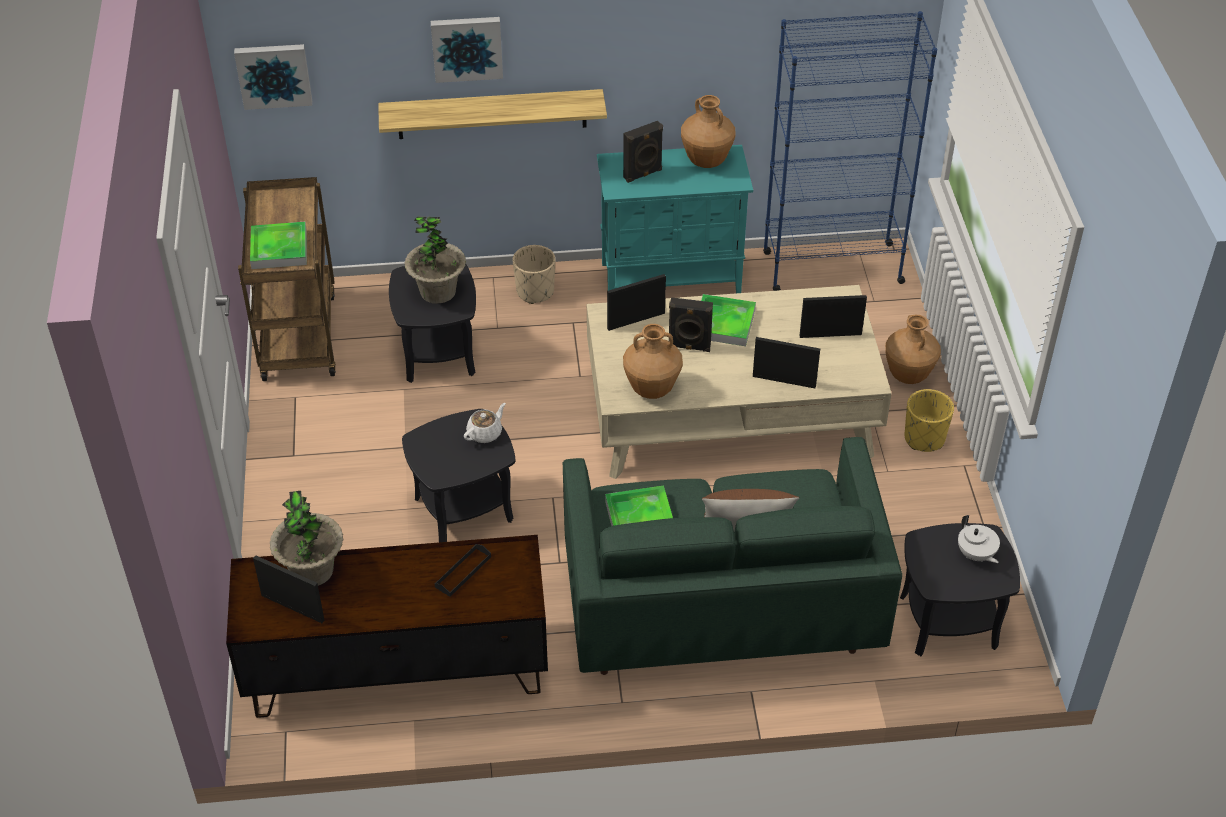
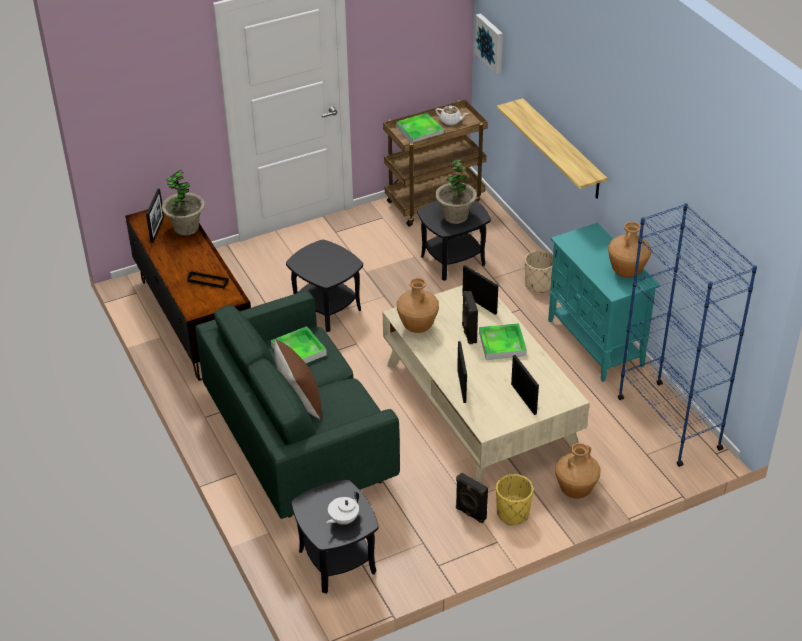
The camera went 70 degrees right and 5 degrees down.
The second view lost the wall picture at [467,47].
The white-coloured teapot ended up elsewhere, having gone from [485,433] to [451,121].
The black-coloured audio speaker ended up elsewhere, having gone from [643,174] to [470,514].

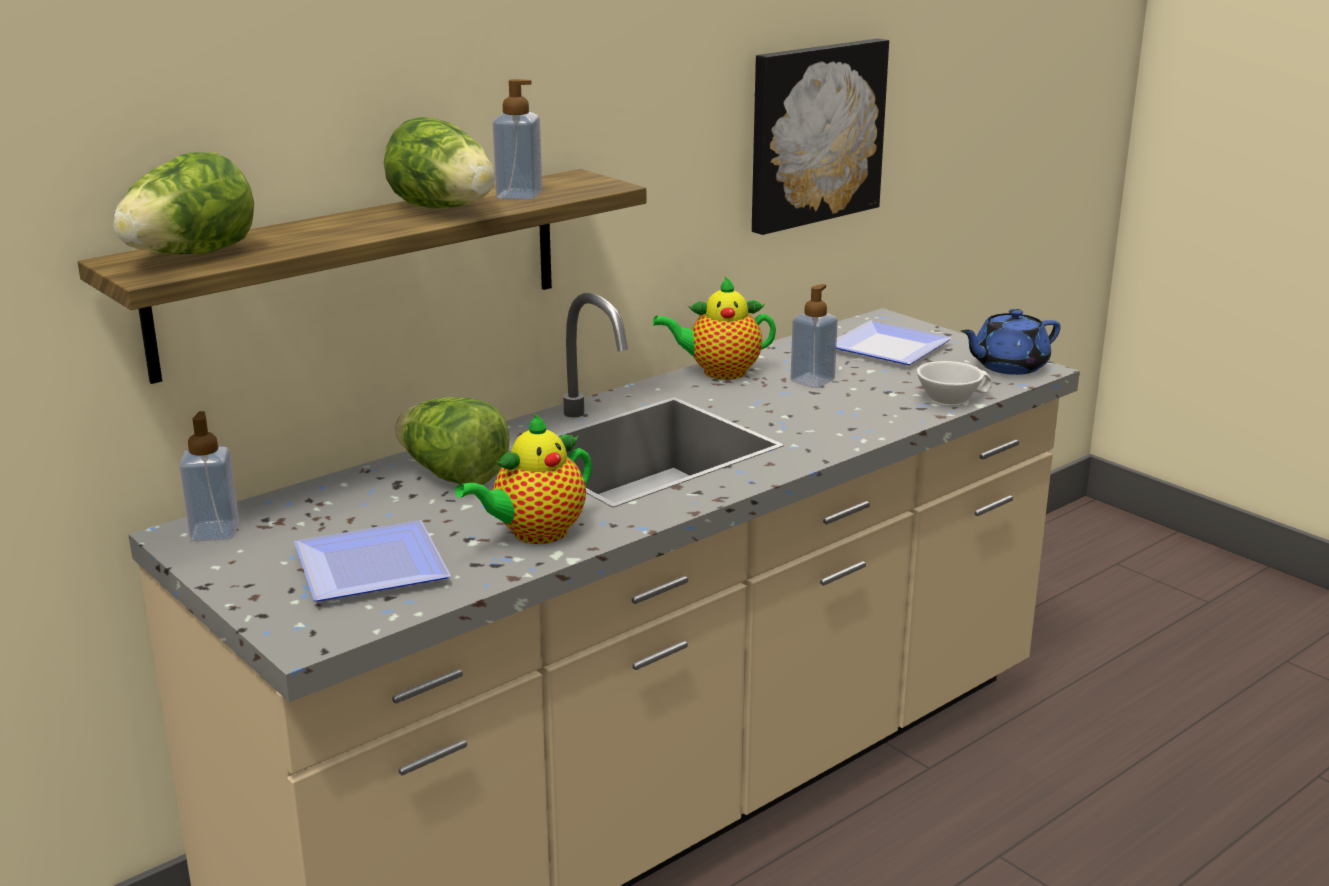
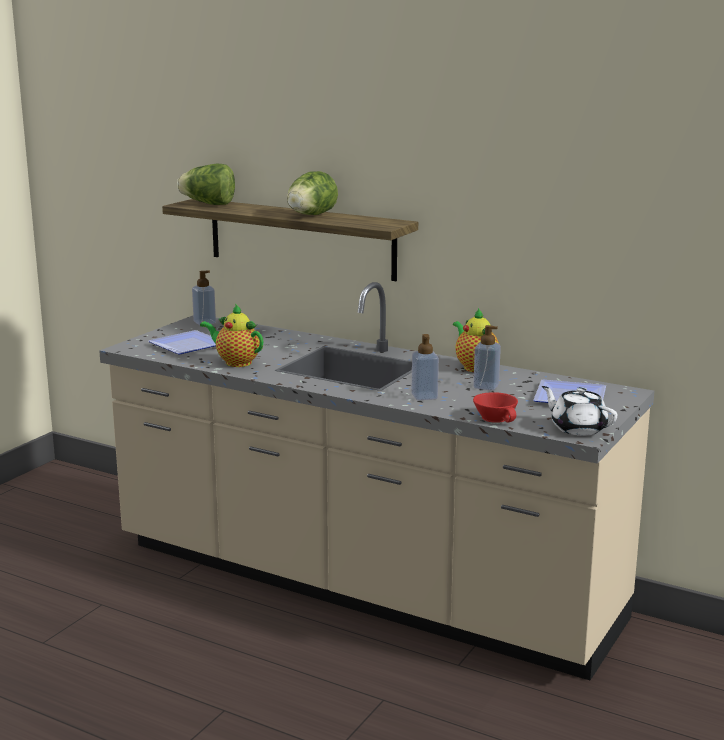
The camera went 70 degrees right and 5 degrees down.
The second view lost the lettuce at [453,476].
The second view lost the wall picture at [813,133].
The soap bottle ended up elsewhere, having gone from [519,195] to [424,396].
What was the white-coloured small cup at [949,398] turned into the red-coloured small cup at [497,418].
What was the blue teapot at [1008,366] turned into the white-coloured teapot at [577,428].

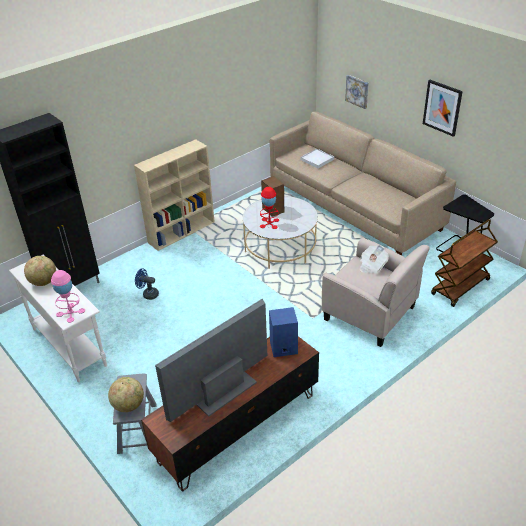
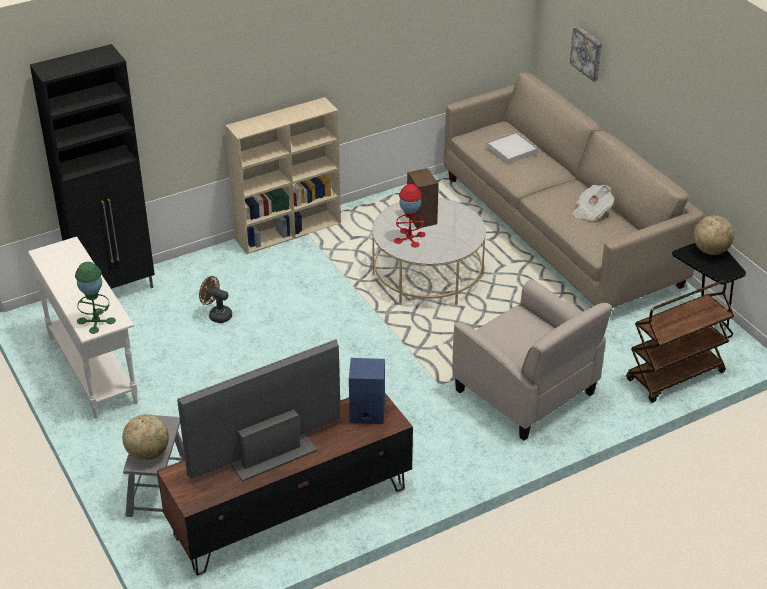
The camera went 10 degrees right and 0 degrees up.
The second view lost the wall picture at [442,107].
The desk globe ended up elsewhere, having gone from [44,282] to [710,250].
The printed paper ended up elsewhere, having gone from [372,266] to [591,211].
What was the pink tabletop lamp at [70,312] turned into the green tabletop lamp at [96,321].
What was the blue fan at [148,294] turned into the brownish fan at [217,315].

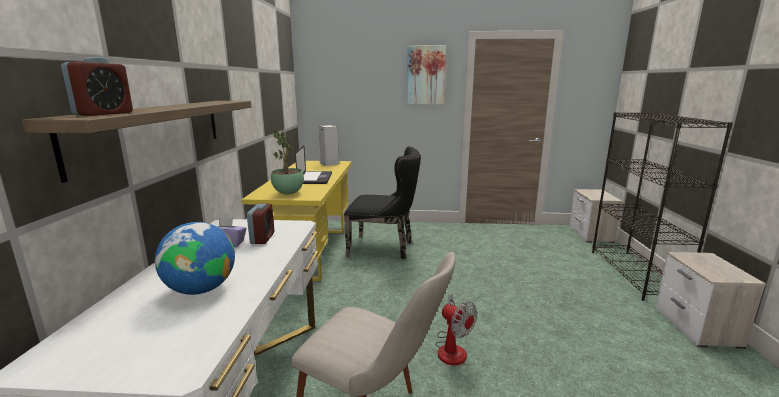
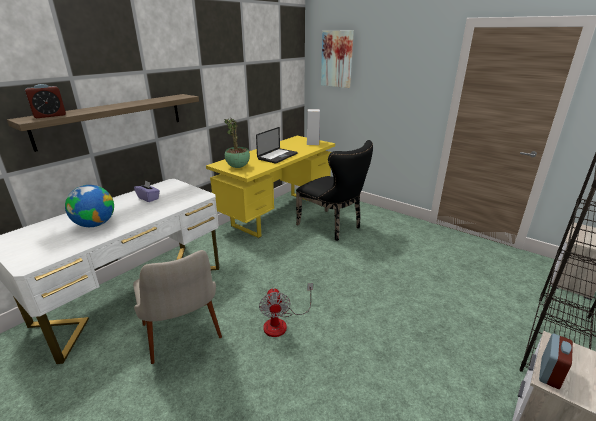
The camera went 35 degrees right and 10 degrees up.
The alarm clock ended up elsewhere, having gone from [262,238] to [549,373].
The wall picture ended up elsewhere, having gone from [426,75] to [337,59].

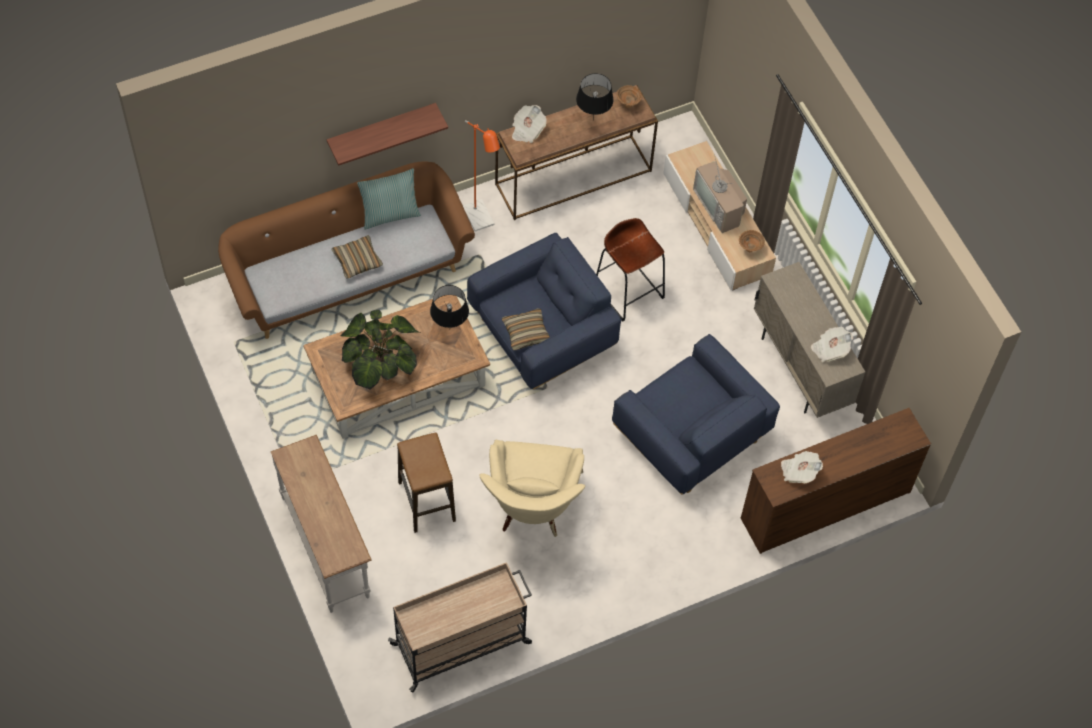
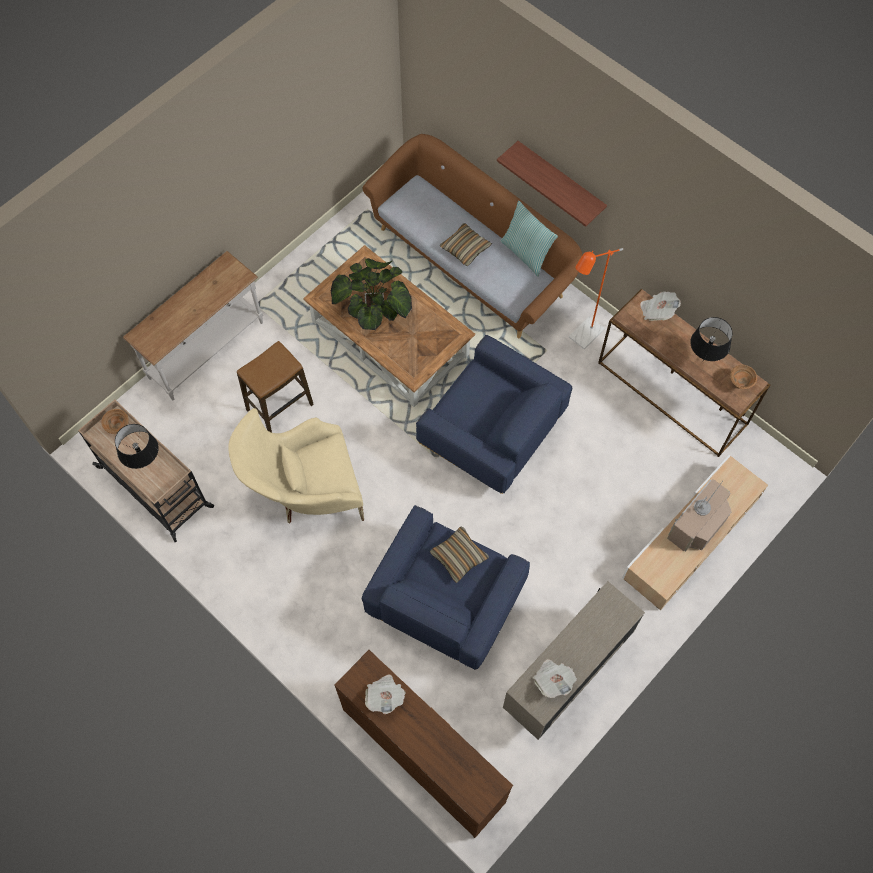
The camera went 70 degrees right and 5 degrees up.
The second view lost the brownish sitting stool at [629,291].
The black-coloured tabletop lamp ended up elsewhere, having gone from [450,329] to [146,464].
The throw pillow ended up elsewhere, having gone from [526,333] to [458,556].
The brownish serving bowl ended up elsewhere, having gone from [750,249] to [119,428].

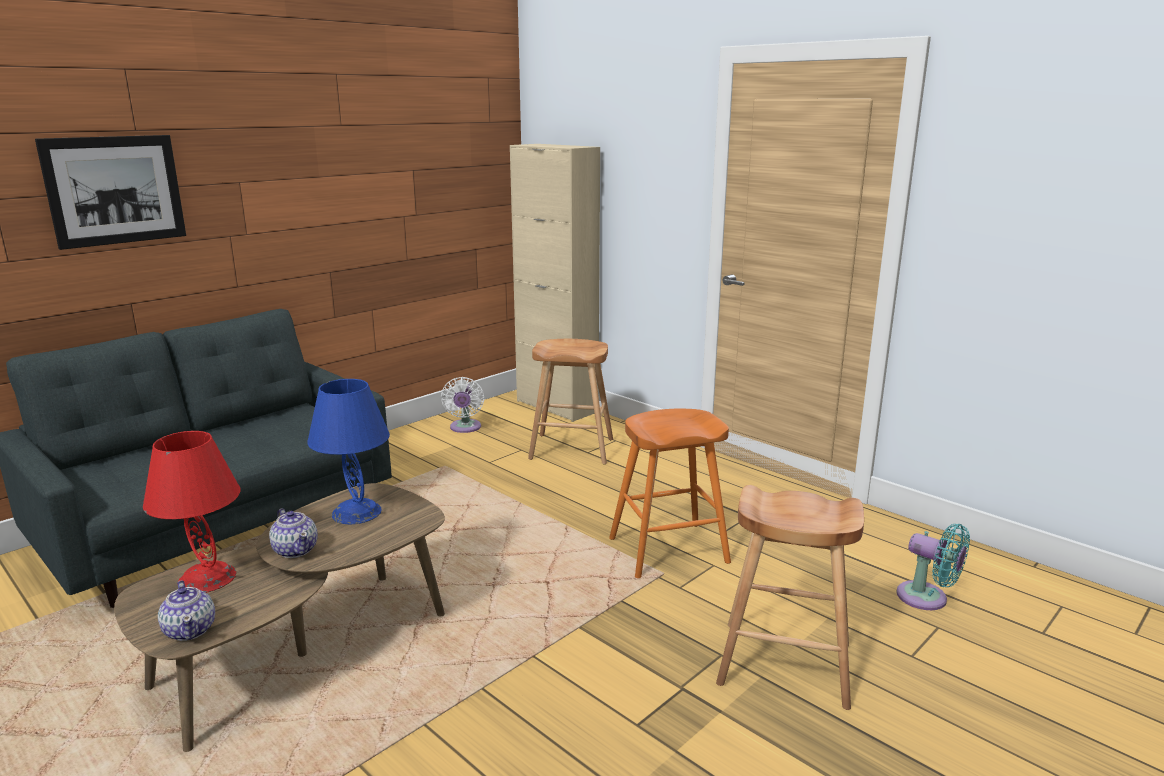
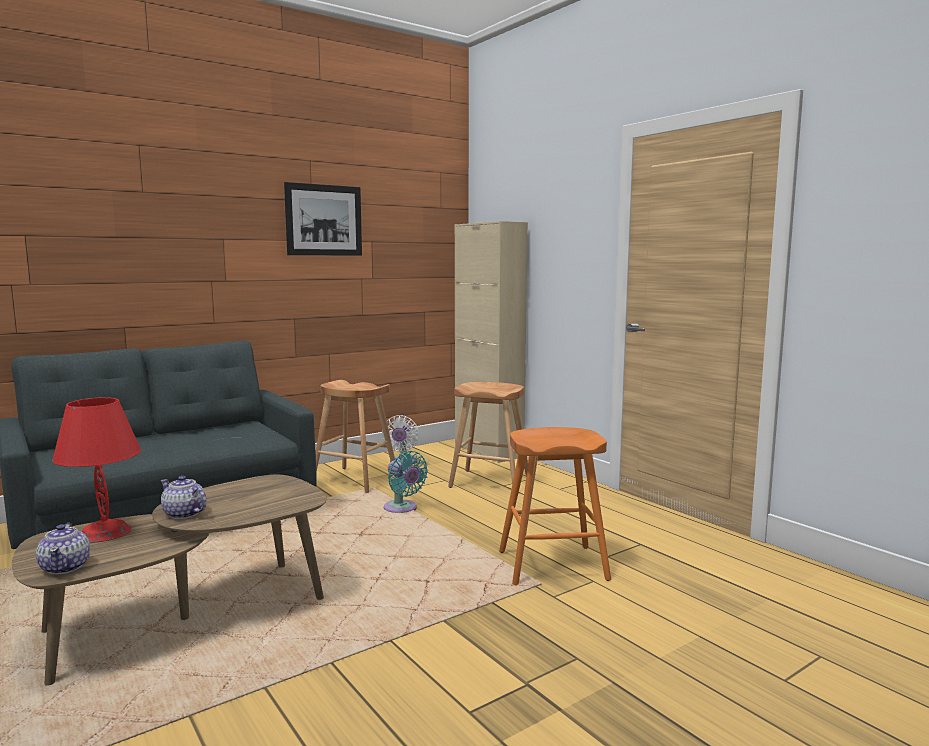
The camera went 10 degrees right and 10 degrees down.
The second view lost the blue tabletop lamp at [356,512].
The wall picture ended up elsewhere, having gone from [115,190] to [324,220].
The brownish sitting stool ended up elsewhere, having gone from [785,664] to [355,480].
The turquoise fan ended up elsewhere, having gone from [927,598] to [402,509].
The teapot at [296,550] ended up facing another way, 150 degrees clockwise from before.

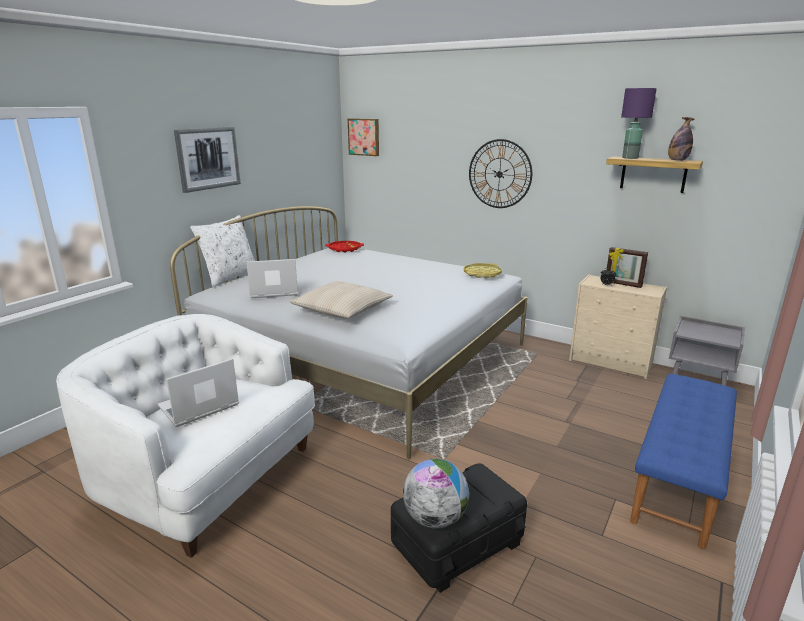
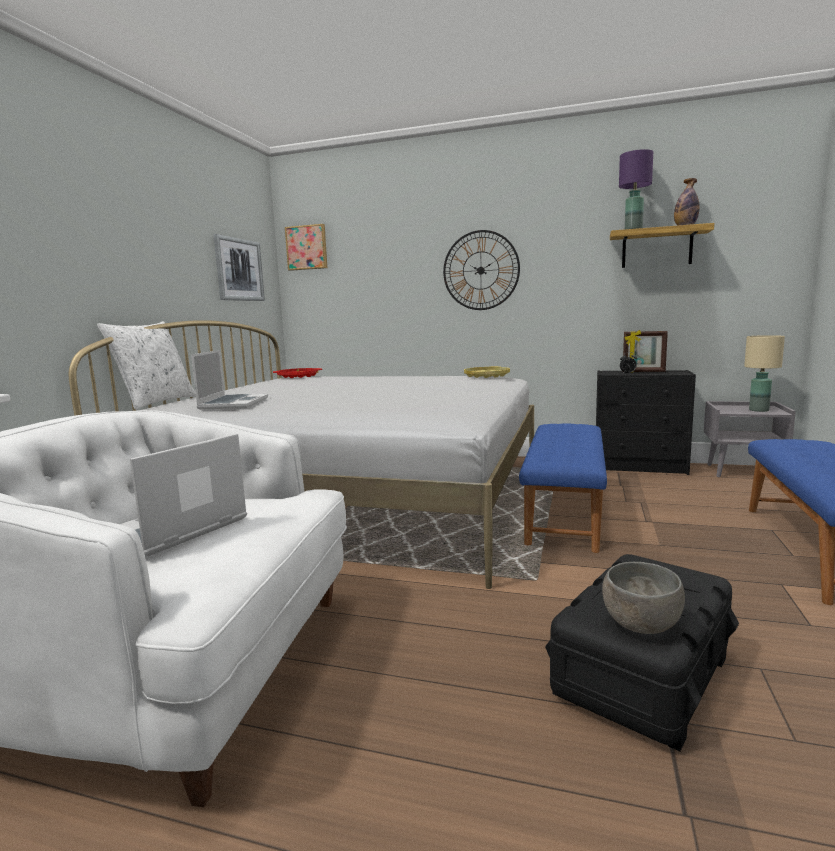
The camera went 15 degrees left and 10 degrees down.
The second view lost the sand-coloured throw pillow at [342,309].
The second view gained the blue long seat at [563,512].
The second view gained the sand-coloured tabletop lamp at [758,410].
The wall picture ended up elsewhere, having gone from [208,158] to [239,270].
Where the desk globe stood at [435,519], the grey serving bowl came to stand at [639,625].
What was the sand-coloured chest of drawers at [611,362] turned into the black-coloured chest of drawers at [640,467].
The laptop at [273,291] ended up facing another way, 120 degrees clockwise from before.

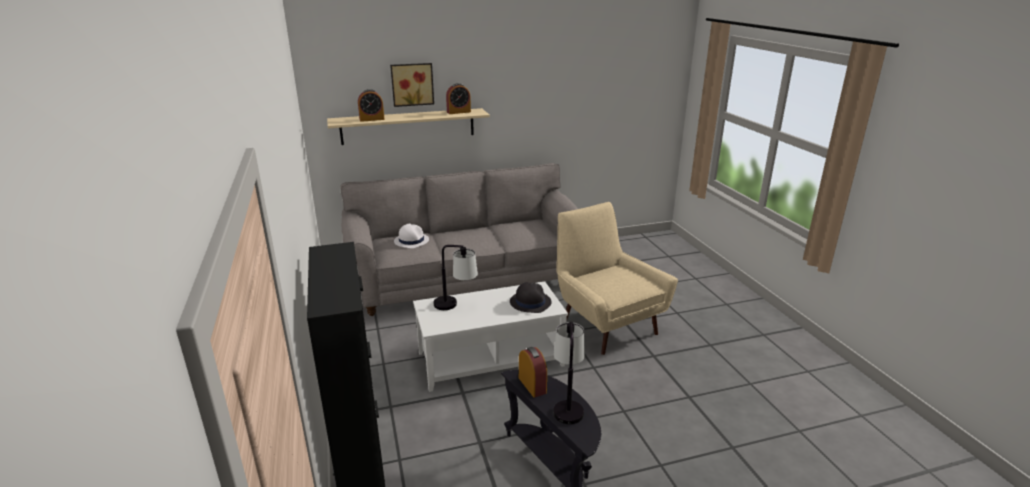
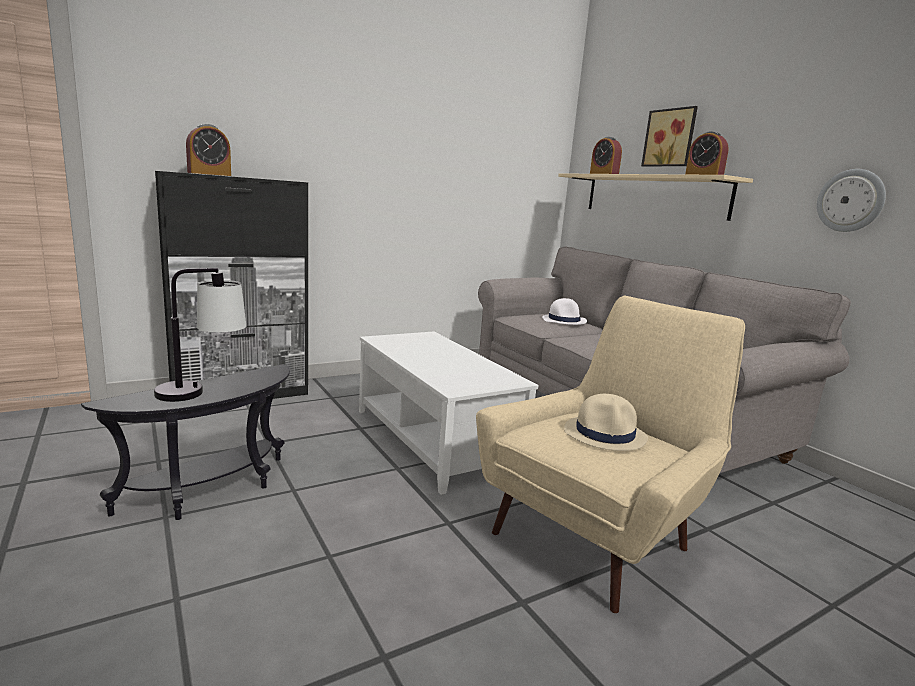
The camera went 75 degrees right and 10 degrees down.
The second view lost the tabletop lamp at [456,305].
The second view lost the black-coloured hat at [530,302].
The second view gained the sand-coloured hat at [605,434].
The second view gained the clock on the wall at [850,200].
The alarm clock ended up elsewhere, having gone from [532,385] to [209,174].

